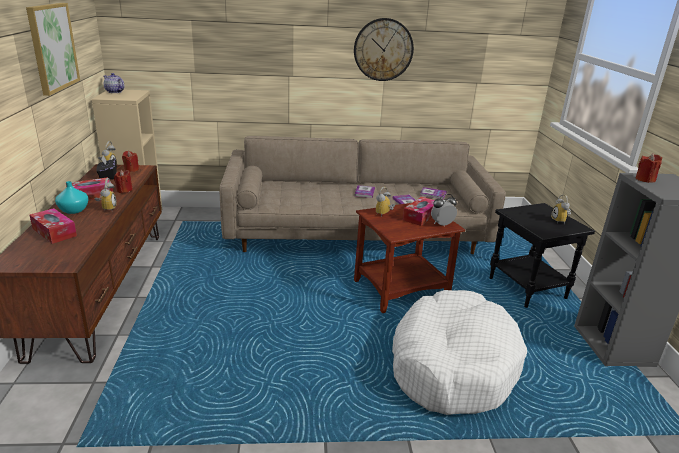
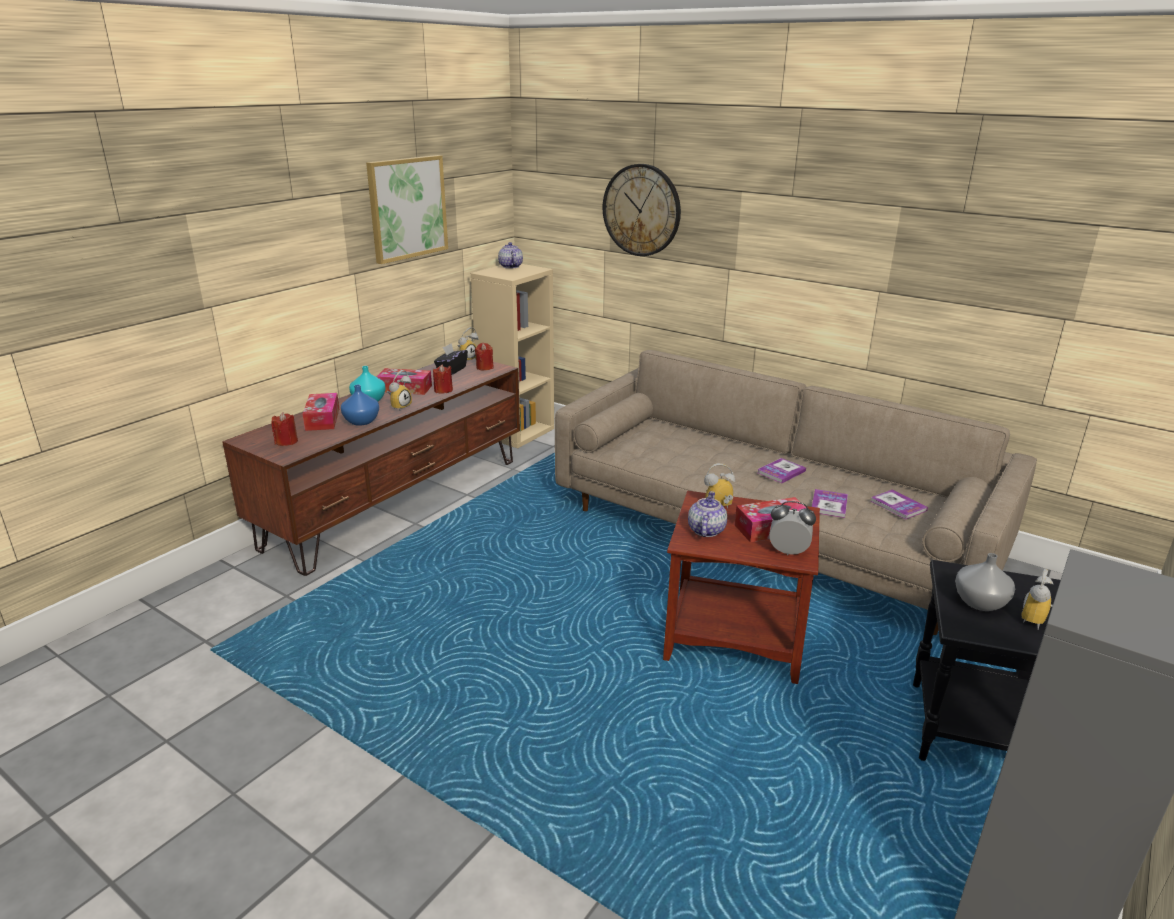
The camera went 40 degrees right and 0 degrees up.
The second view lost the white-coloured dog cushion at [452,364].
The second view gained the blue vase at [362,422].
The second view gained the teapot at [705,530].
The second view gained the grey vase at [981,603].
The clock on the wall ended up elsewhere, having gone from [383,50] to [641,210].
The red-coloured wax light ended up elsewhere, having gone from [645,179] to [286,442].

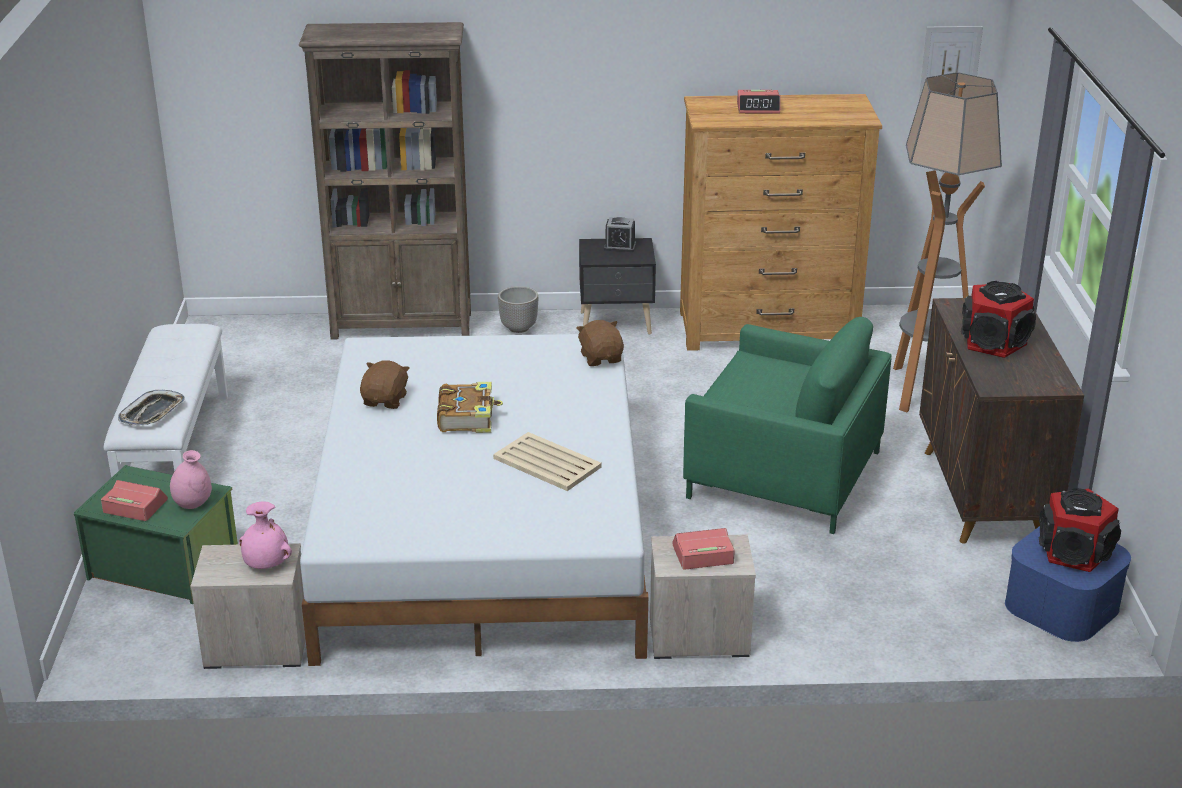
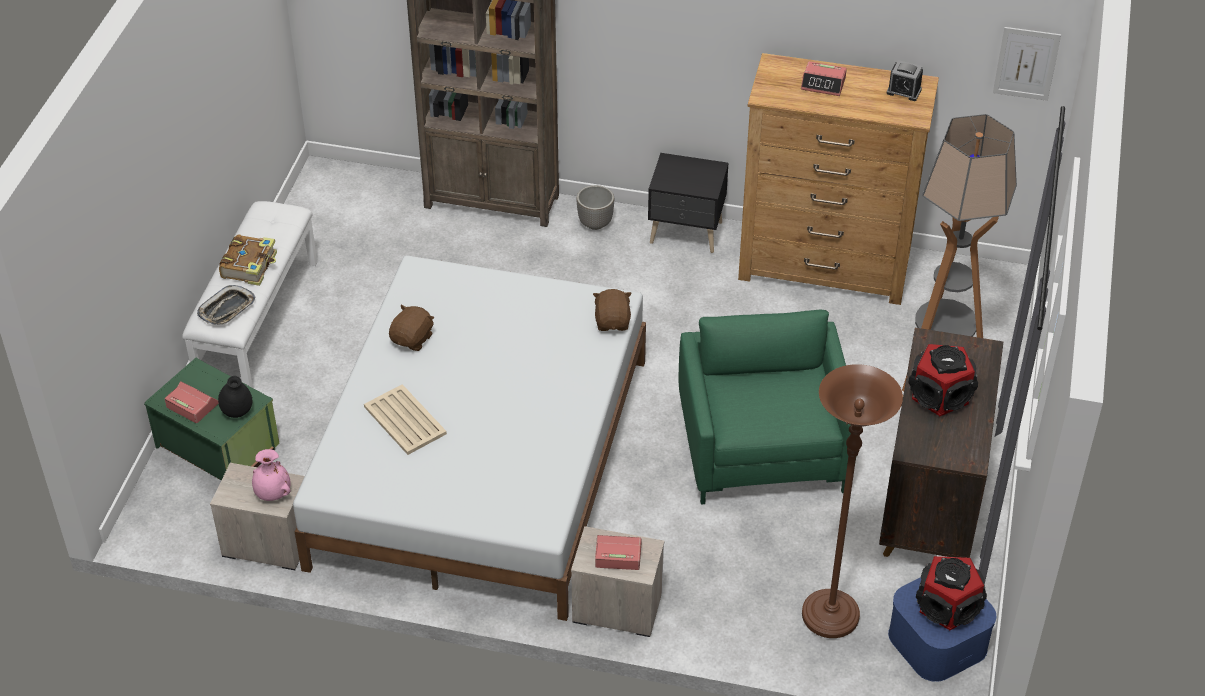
The camera went 15 degrees right and 15 degrees up.
The second view gained the brownish standard lamp at [830,616].
The book ended up elsewhere, having gone from [467,417] to [250,266].
The sand-coloured carrying tray ended up elsewhere, having gone from [547,463] to [405,421].
The alarm clock ended up elsewhere, having gone from [620,246] to [904,91].
What was the pink vase at [193,504] turned into the black-coloured vase at [237,412].
The green armchair at [784,475] ended up facing another way, 135 degrees counterclockwise from before.

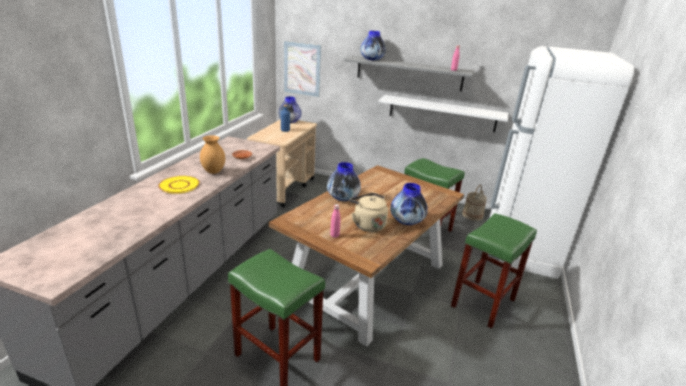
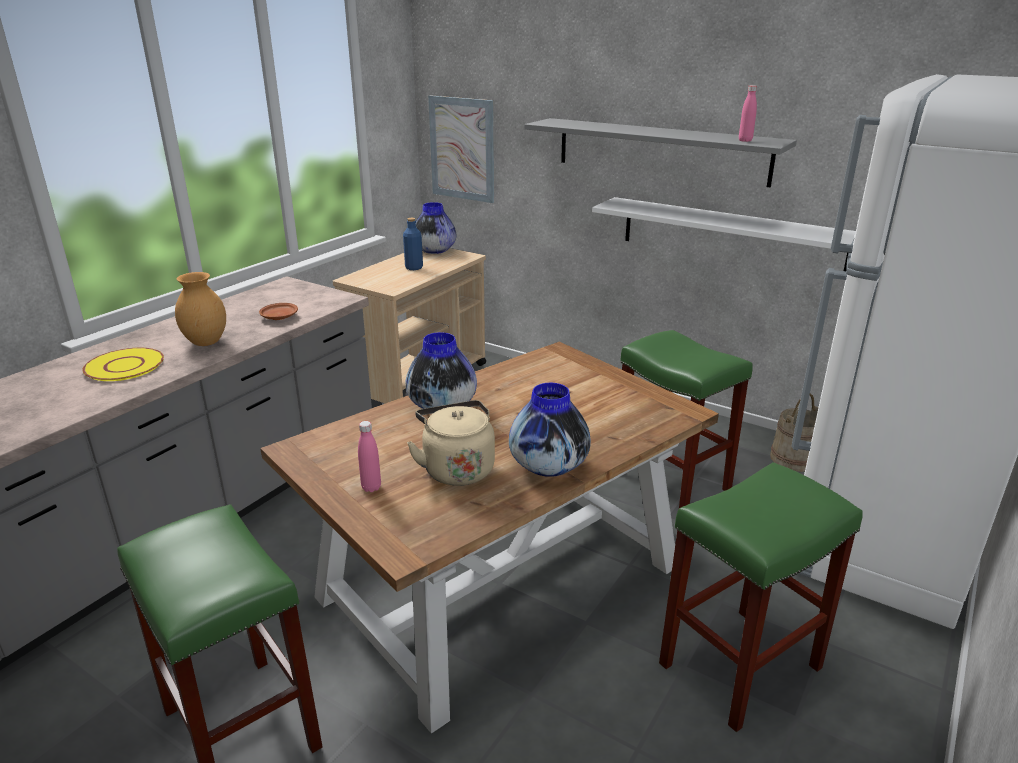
The camera went 15 degrees right and 0 degrees up.
The second view lost the vase at [372,59].

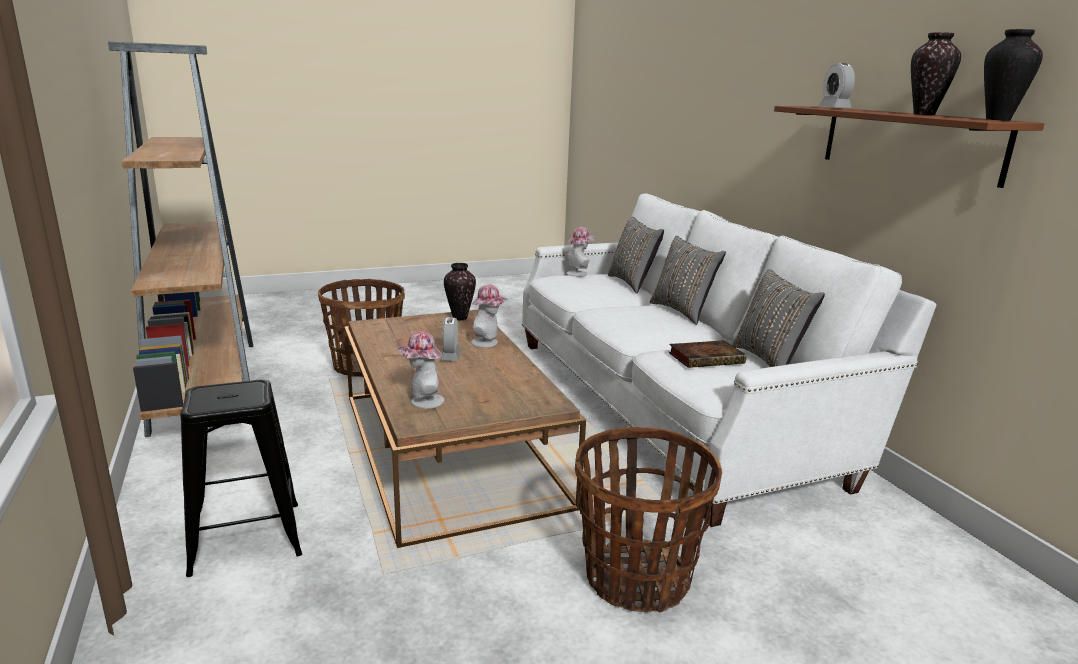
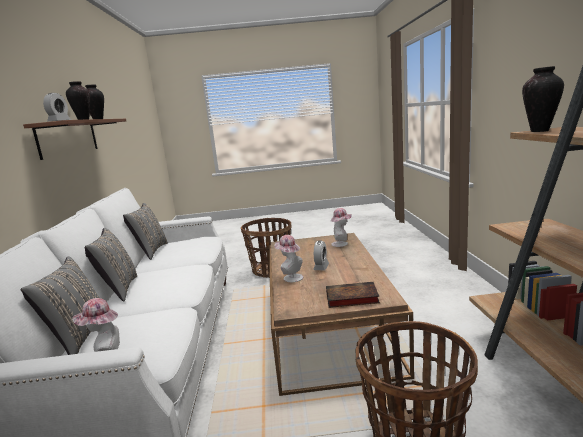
The camera went 160 degrees left and 5 degrees down.
The second view lost the black-coloured sitting stool at [246,538].
The vase ended up elsewhere, having gone from [460,318] to [539,131].
The book ended up elsewhere, having gone from [707,358] to [350,298].

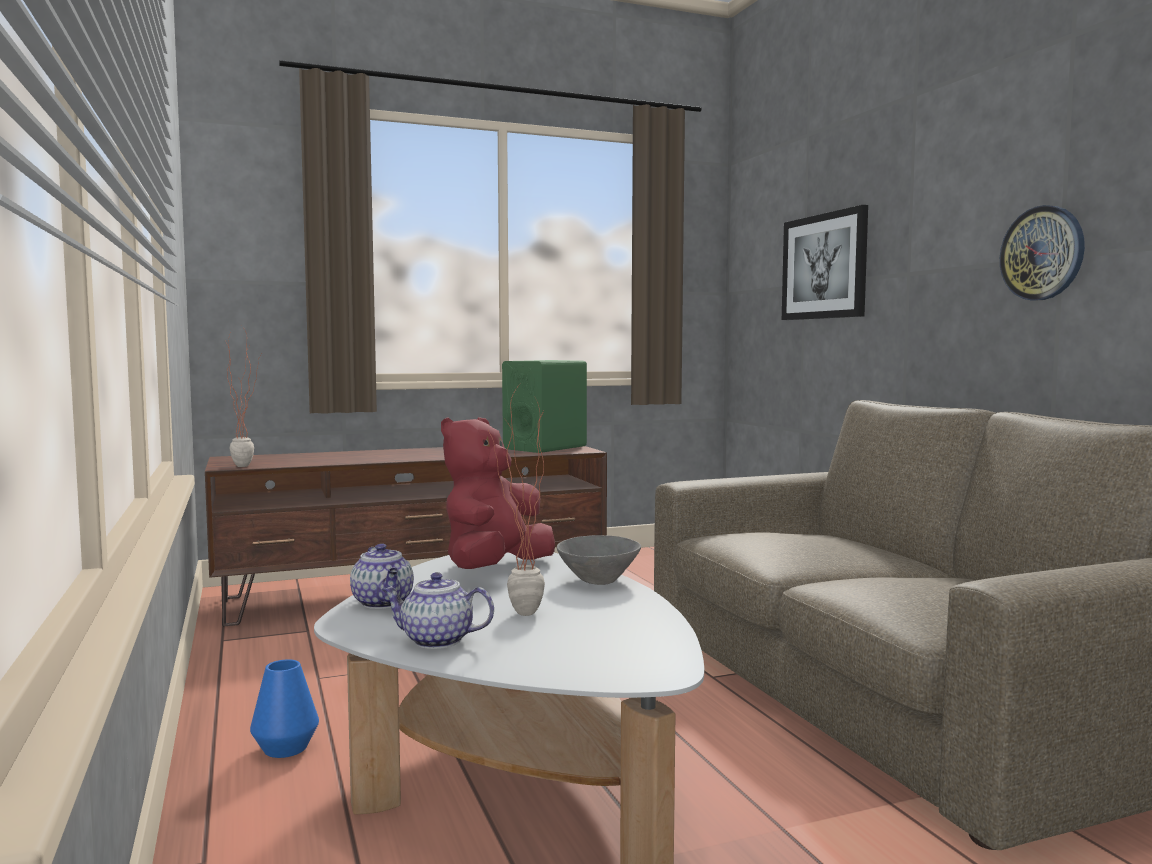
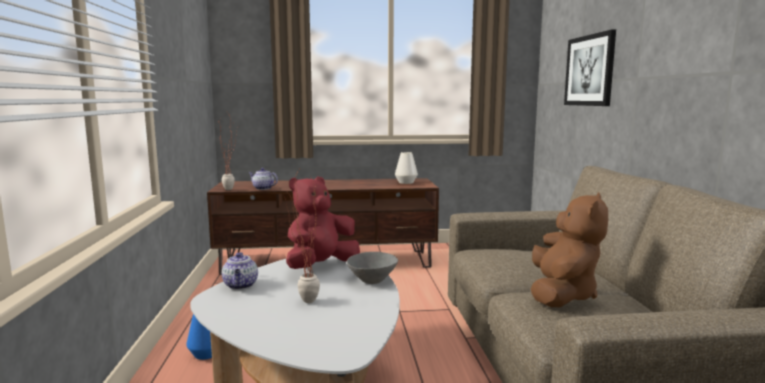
The camera went 15 degrees right and 5 degrees up.
The second view lost the clock on the wall at [1042,253].
The second view gained the brownish soft toy at [561,295].
The teapot ended up elsewhere, having gone from [435,641] to [262,188].
Where the green audio speaker stood at [545,447], the white-coloured vase came to stand at [406,182].

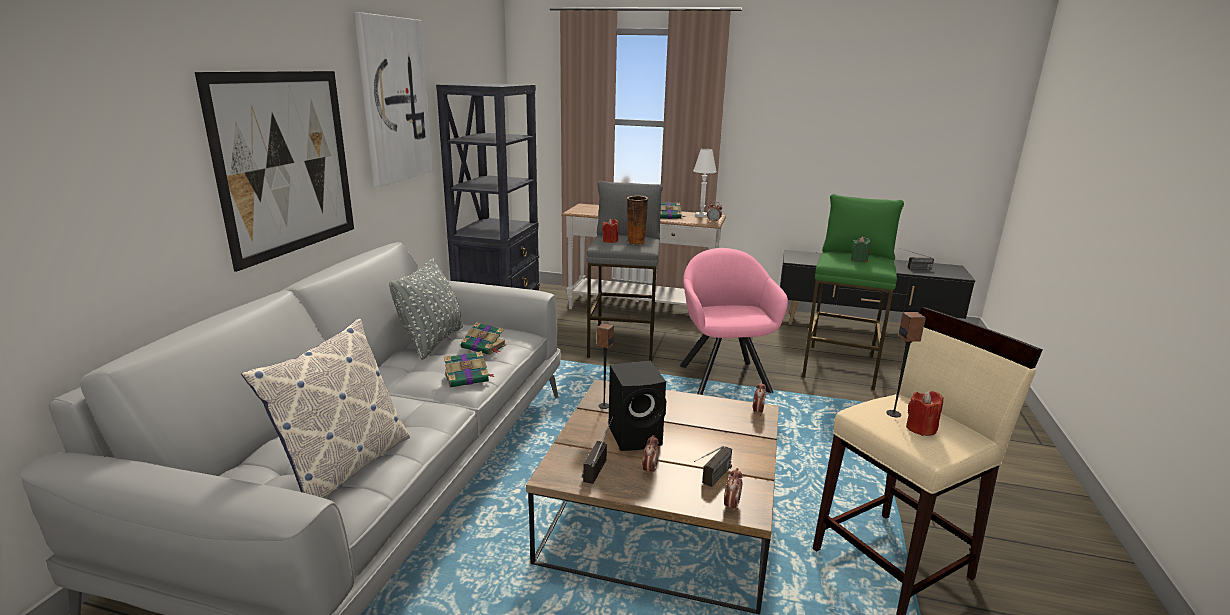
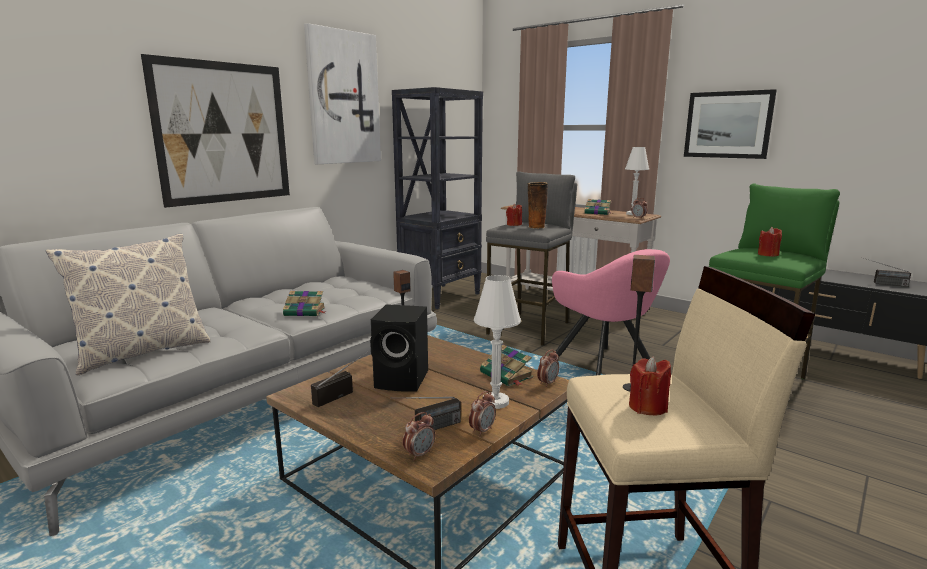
The camera went 25 degrees right and 5 degrees down.
The second view lost the grey throw pillow at [432,342].
The second view gained the white-coloured tabletop lamp at [495,402].
The second view gained the wall picture at [728,125].
The book ended up elsewhere, having gone from [484,347] to [507,375].
The alarm clock ended up elsewhere, having gone from [650,470] to [482,430].
What was the green wax light at [859,260] turned into the red-coloured wax light at [768,254].
The pink armchair at [723,376] ended up facing another way, 135 degrees clockwise from before.

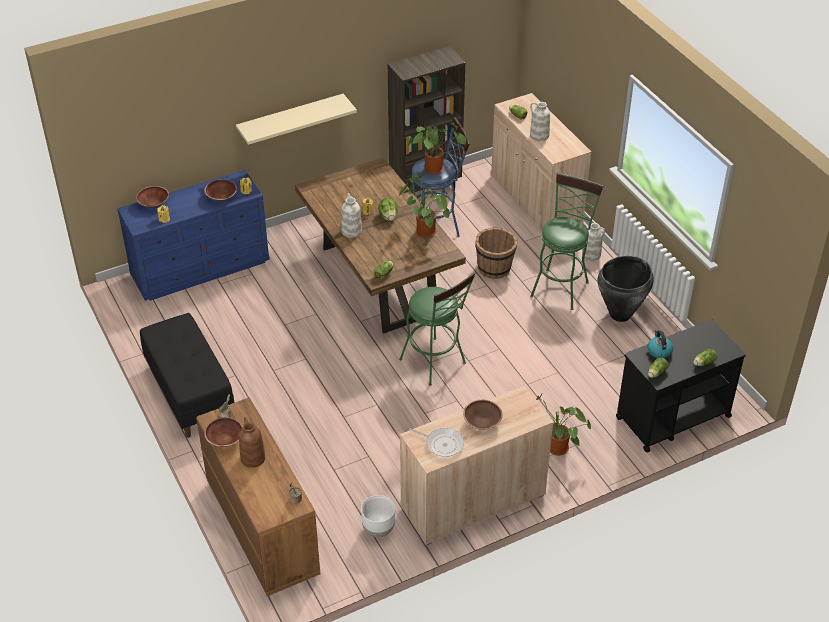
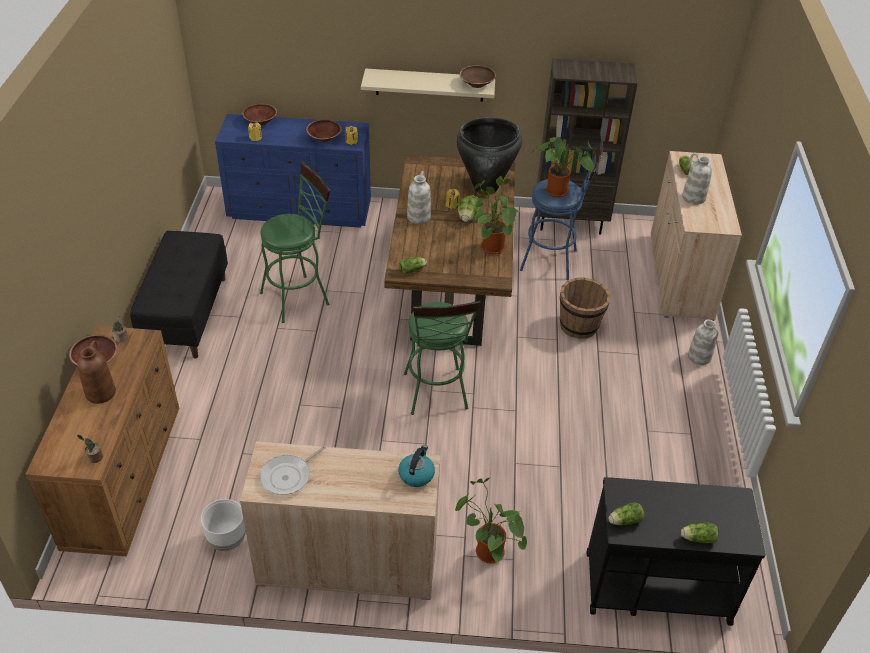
The camera went 30 degrees right and 0 degrees up.
The brownish serving bowl ended up elsewhere, having gone from [482,422] to [477,84].
The green sitting stool ended up elsewhere, having gone from [561,286] to [300,296].
The black-coloured vase ended up elsewhere, having gone from [620,314] to [485,187].
The water kettle ended up elsewhere, having gone from [659,351] to [416,474].
The skillet at [442,444] ended up facing another way, 75 degrees clockwise from before.

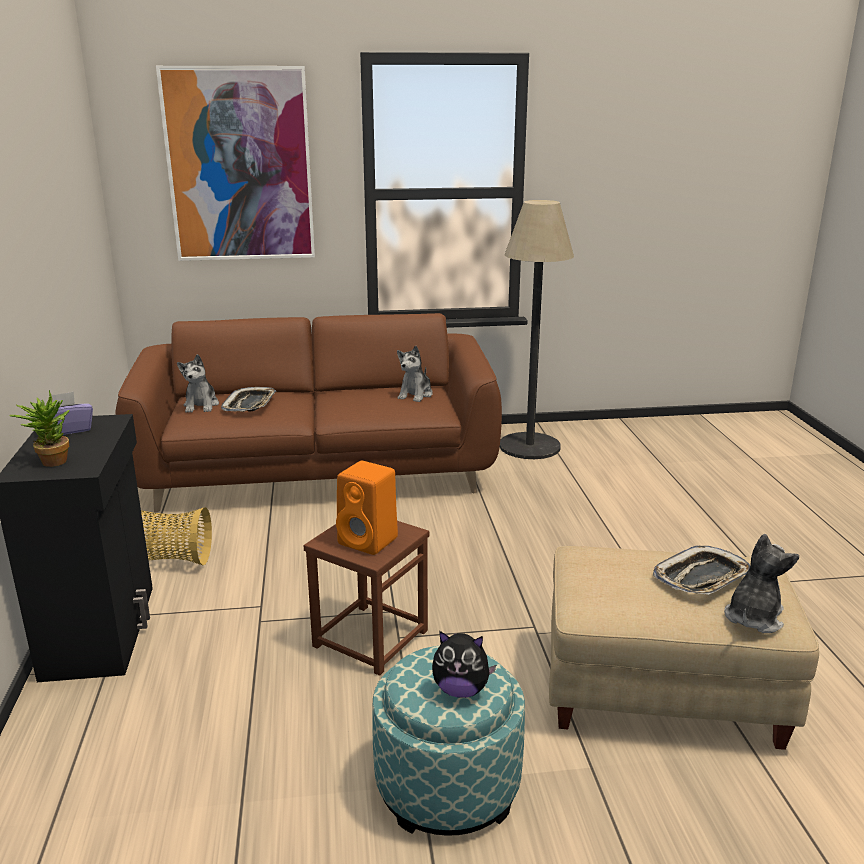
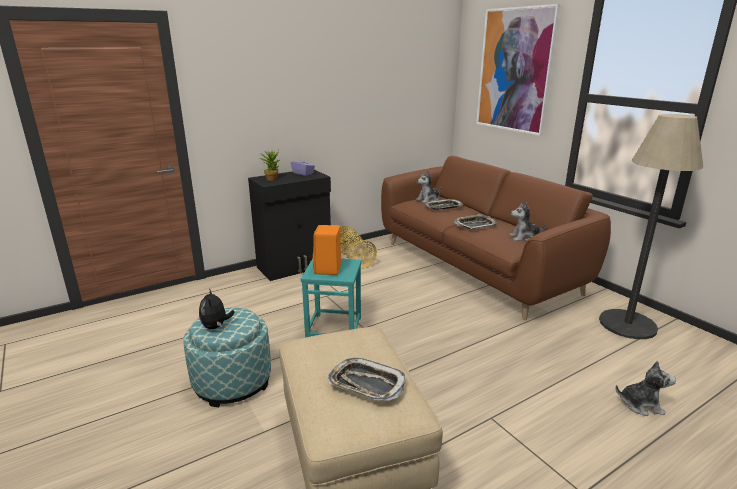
The camera went 65 degrees right and 0 degrees up.
The second view gained the carrying tray at [475,225].
The soft toy ended up elsewhere, having gone from [753,617] to [640,405].
What was the brownish sitting stool at [370,638] turned into the turquoise sitting stool at [334,327].

